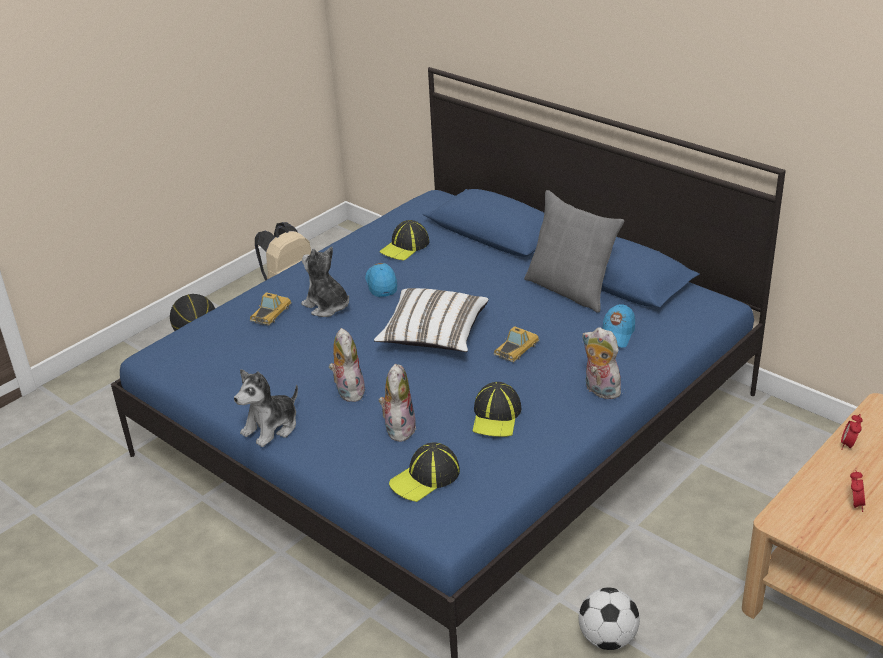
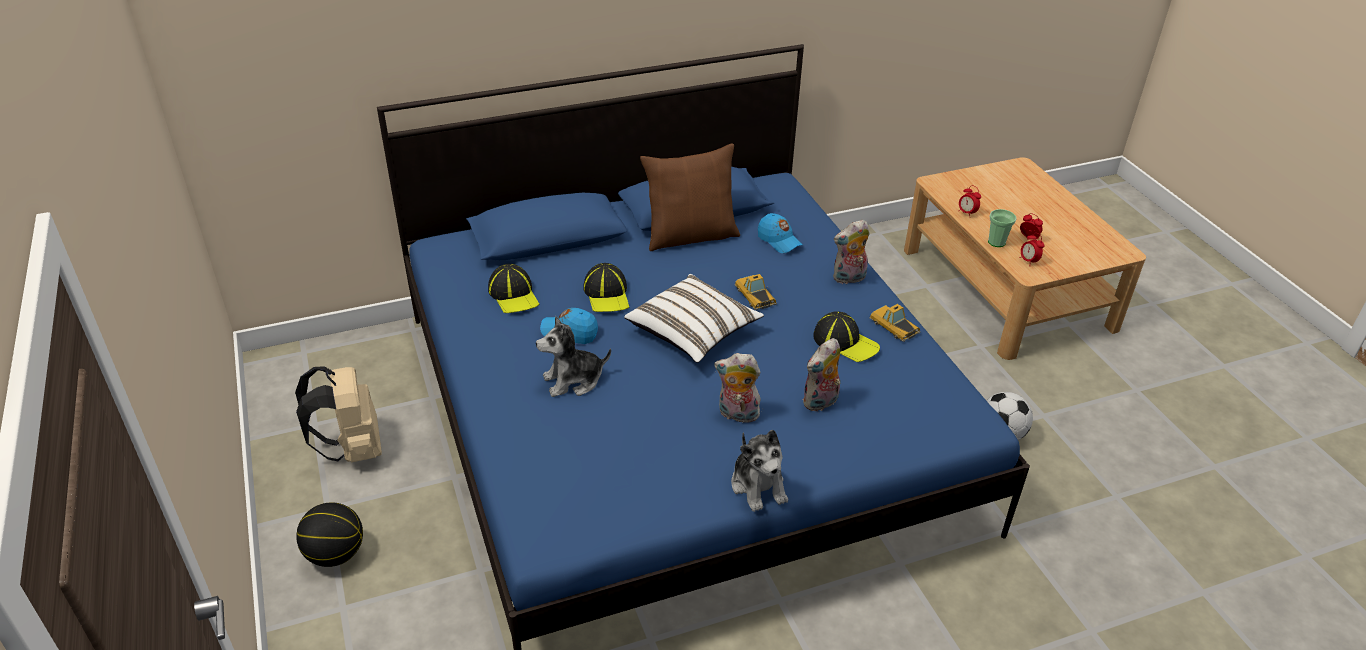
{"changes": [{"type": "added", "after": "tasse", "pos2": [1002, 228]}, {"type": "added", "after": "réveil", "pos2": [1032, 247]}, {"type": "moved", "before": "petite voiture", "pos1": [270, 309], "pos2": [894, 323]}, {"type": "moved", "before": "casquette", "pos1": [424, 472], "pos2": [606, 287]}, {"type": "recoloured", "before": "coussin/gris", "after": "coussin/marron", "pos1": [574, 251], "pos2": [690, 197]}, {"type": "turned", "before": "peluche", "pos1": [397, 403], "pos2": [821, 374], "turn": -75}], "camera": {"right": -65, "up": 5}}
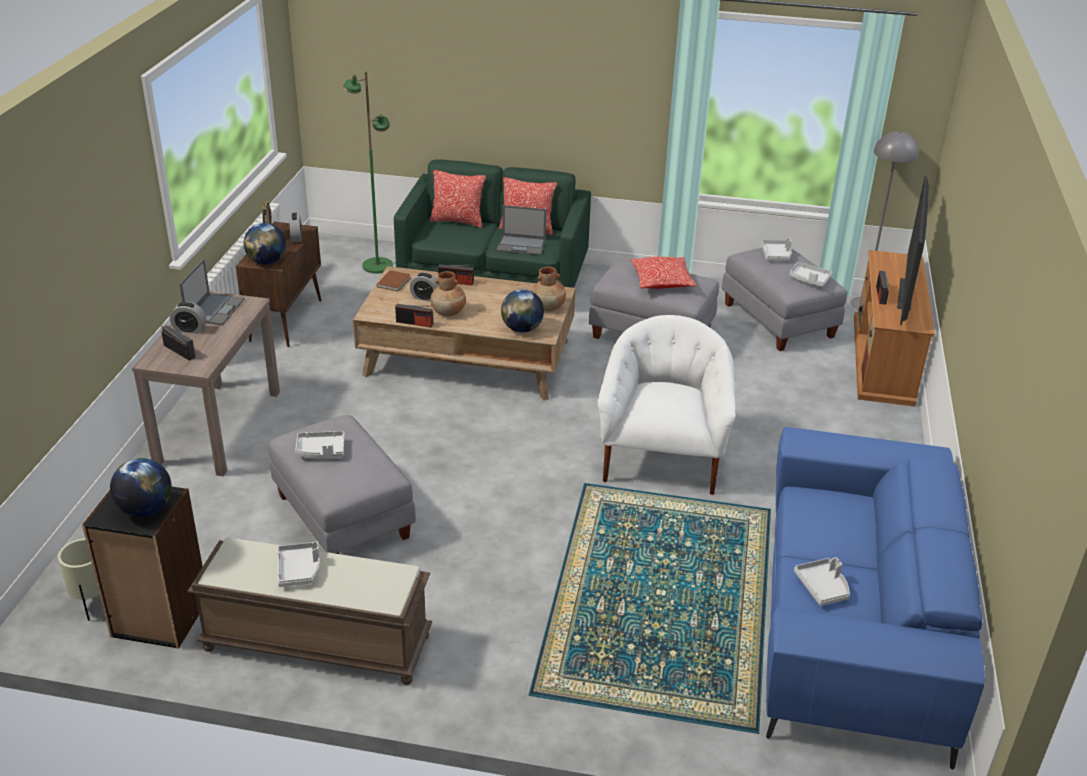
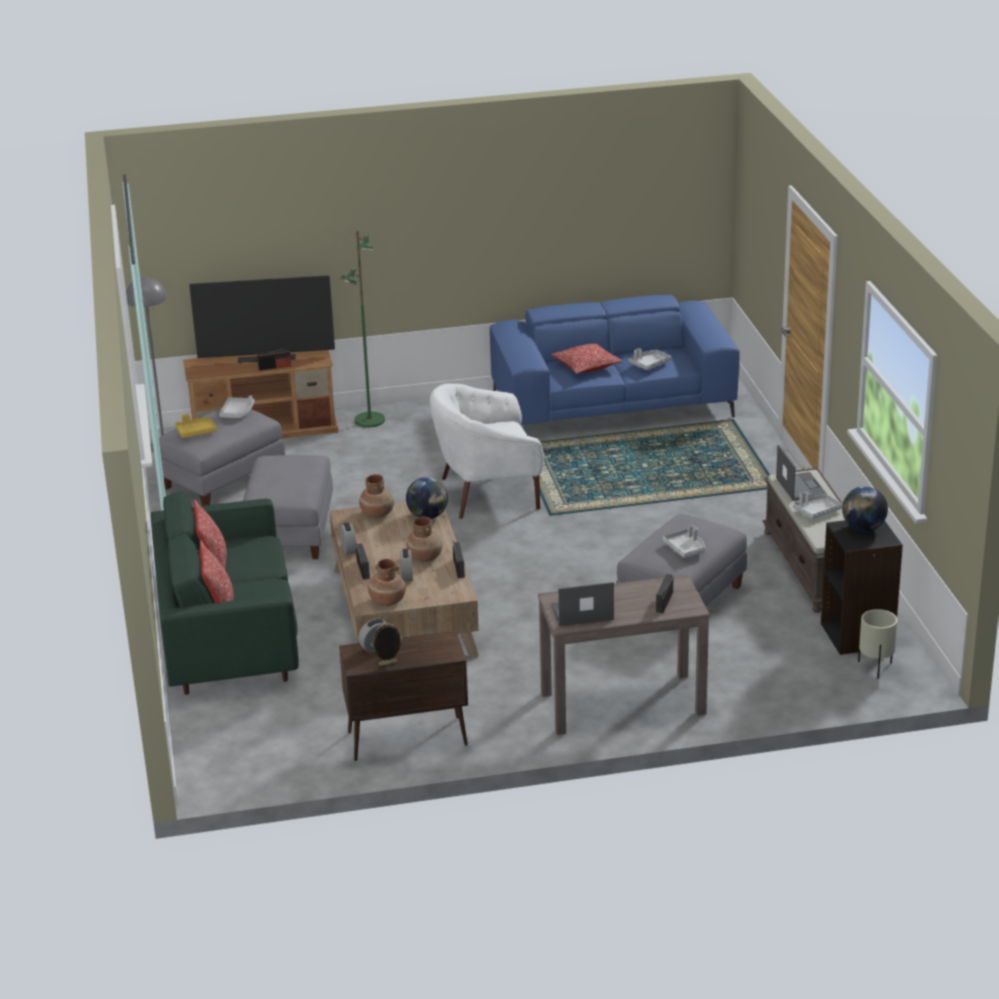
{"changes": [{"type": "removed", "before": "globe", "pos1": [265, 244]}, {"type": "moved", "before": "réveil", "pos1": [188, 318], "pos2": [348, 539]}, {"type": "moved", "before": "lampadaire/vert", "pos1": [368, 172], "pos2": [363, 329]}, {"type": "moved", "before": "ordinateur portable", "pos1": [522, 230], "pos2": [801, 473]}, {"type": "moved", "before": "coussin", "pos1": [663, 273], "pos2": [587, 358]}, {"type": "replaced", "before": "livre/marron", "after": "vase/marron", "pos1": [394, 280], "pos2": [387, 582]}, {"type": "recoloured", "before": "plateau/gris", "after": "plateau/jaune", "pos1": [776, 249], "pos2": [196, 426]}], "camera": {"right": -110, "up": -5}}
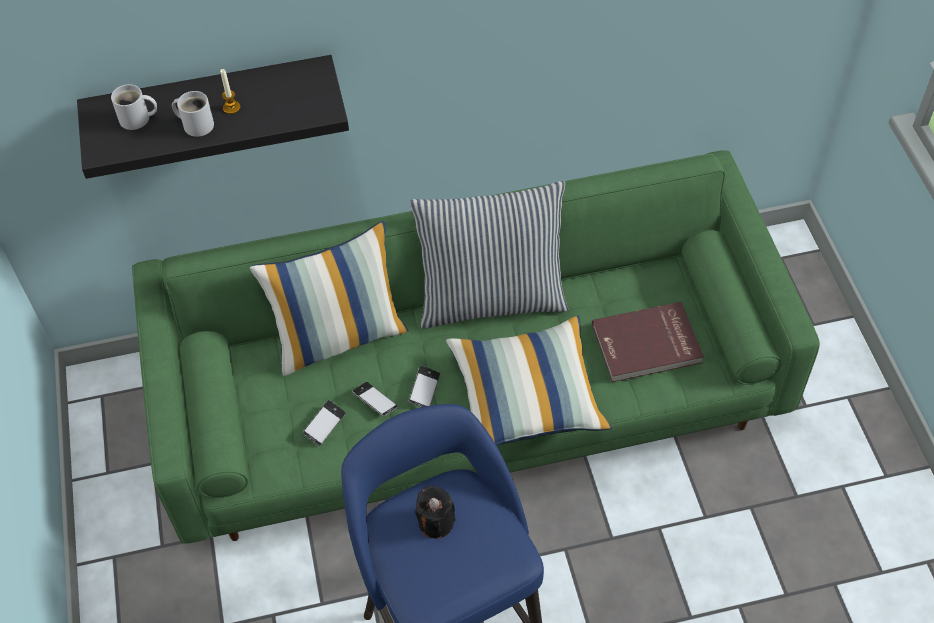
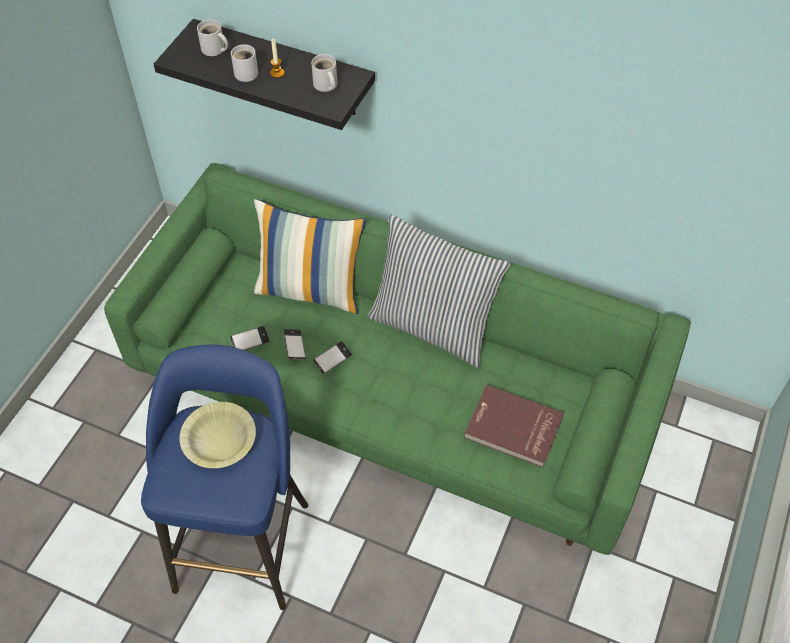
{"changes": [{"type": "removed", "before": "coussin", "pos1": [529, 381]}, {"type": "added", "after": "mug/blanc", "pos2": [324, 73]}, {"type": "replaced", "before": "bougie/noir", "after": "bol/jaune", "pos1": [435, 511], "pos2": [218, 435]}], "camera": {"right": 35, "up": 0}}
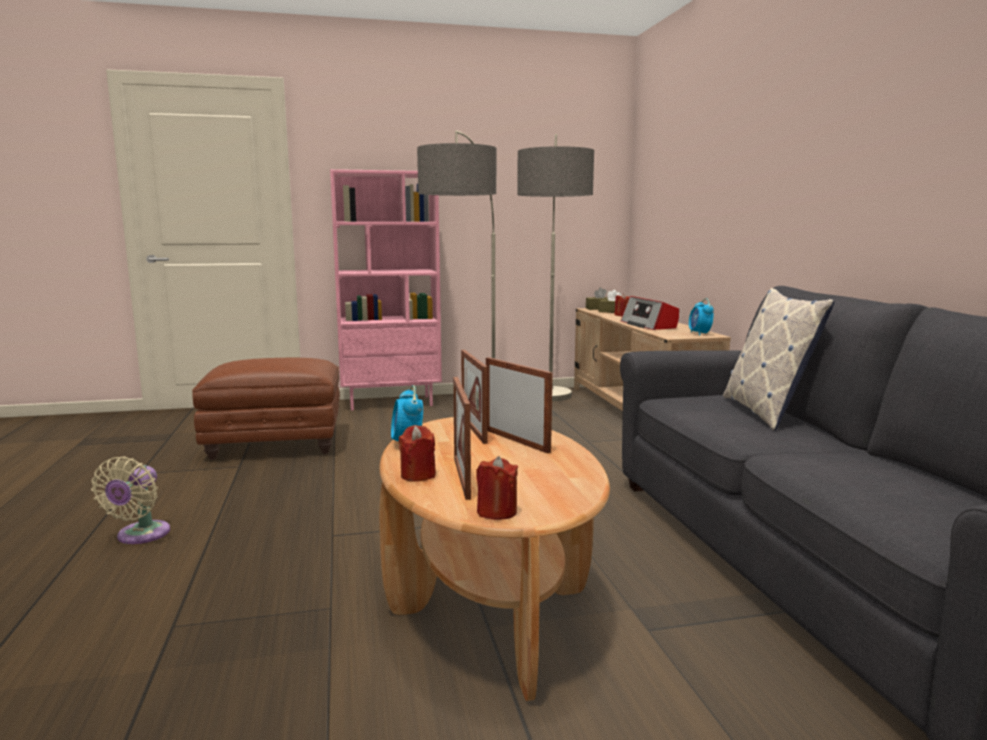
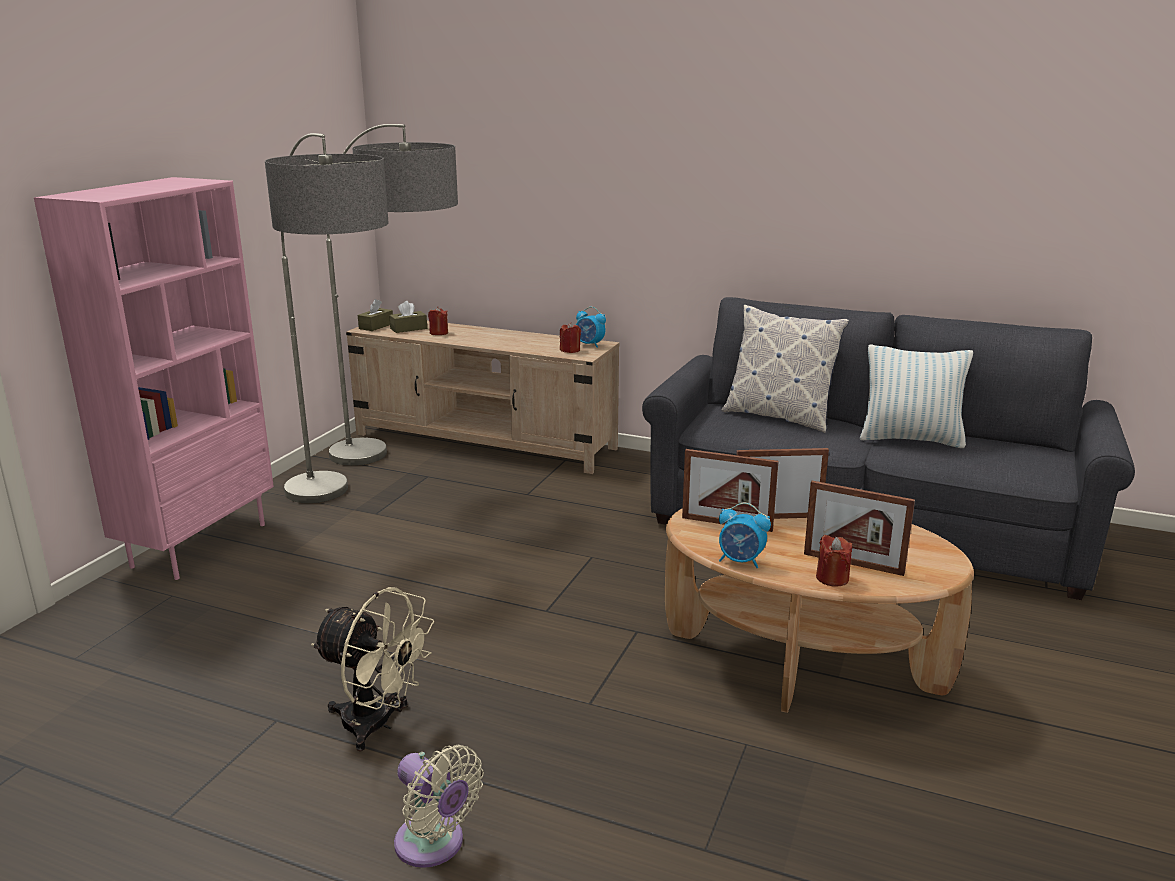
{"changes": [{"type": "removed", "before": "pouf/marron", "pos1": [266, 409]}, {"type": "removed", "before": "radio", "pos1": [650, 313]}, {"type": "added", "after": "ventilateur/beige", "pos2": [372, 669]}, {"type": "added", "after": "coussin", "pos2": [916, 396]}, {"type": "moved", "before": "bougie/rouge", "pos1": [497, 488], "pos2": [570, 337]}], "camera": {"right": -55, "up": 10}}
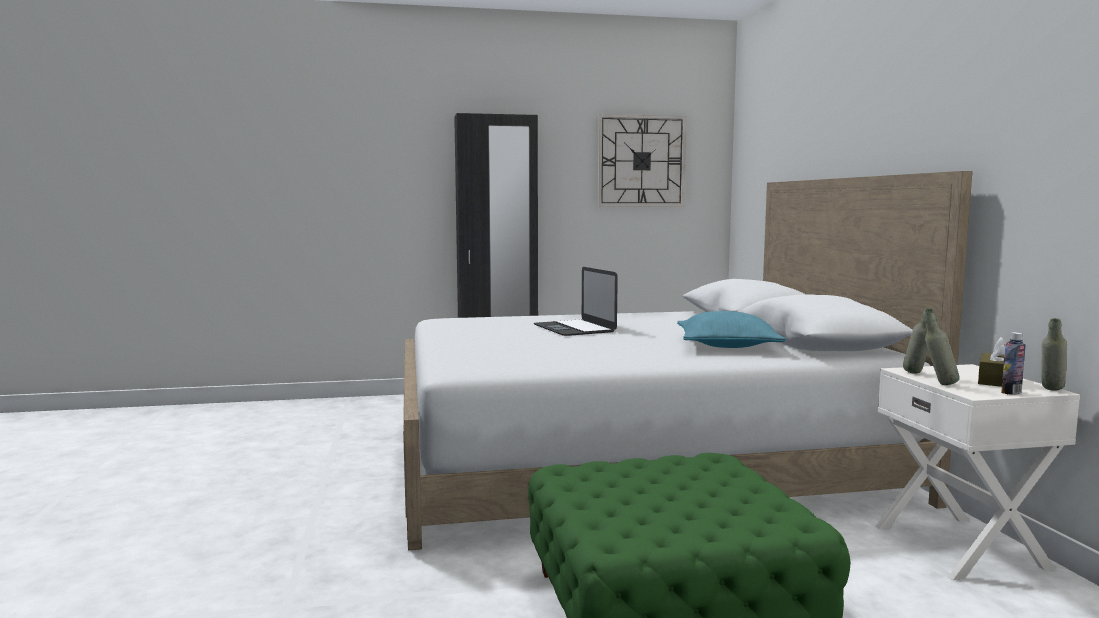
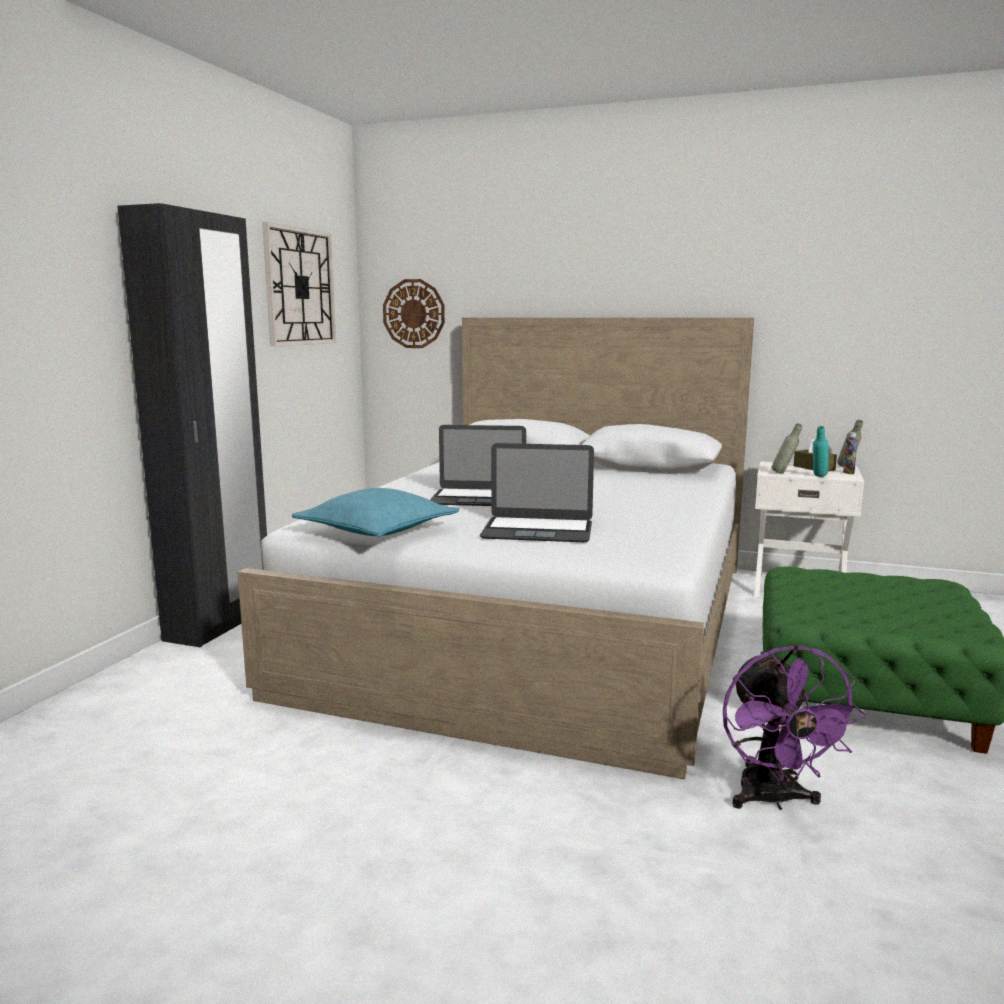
{"changes": [{"type": "added", "after": "horloge murale", "pos2": [414, 313]}, {"type": "added", "after": "ordinateur portable", "pos2": [537, 492]}, {"type": "added", "after": "ventilateur/violet", "pos2": [794, 727]}, {"type": "moved", "before": "coussin/turquoise", "pos1": [731, 329], "pos2": [375, 512]}, {"type": "recoloured", "before": "bouteille/gris", "after": "bouteille/turquoise", "pos1": [942, 349], "pos2": [821, 451]}], "camera": {"right": -60, "up": 5}}
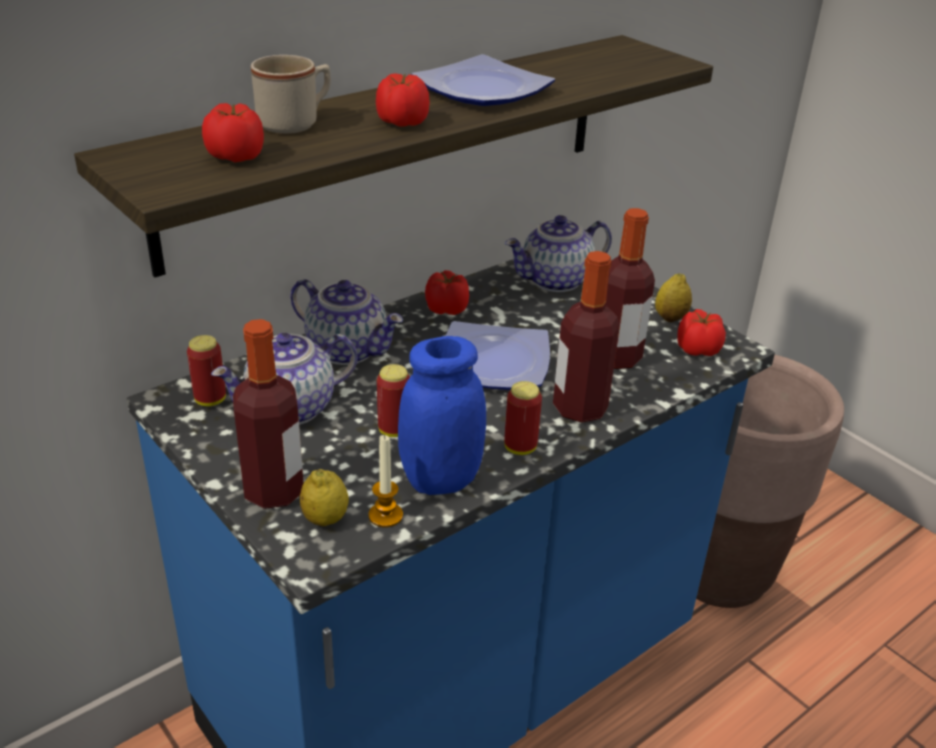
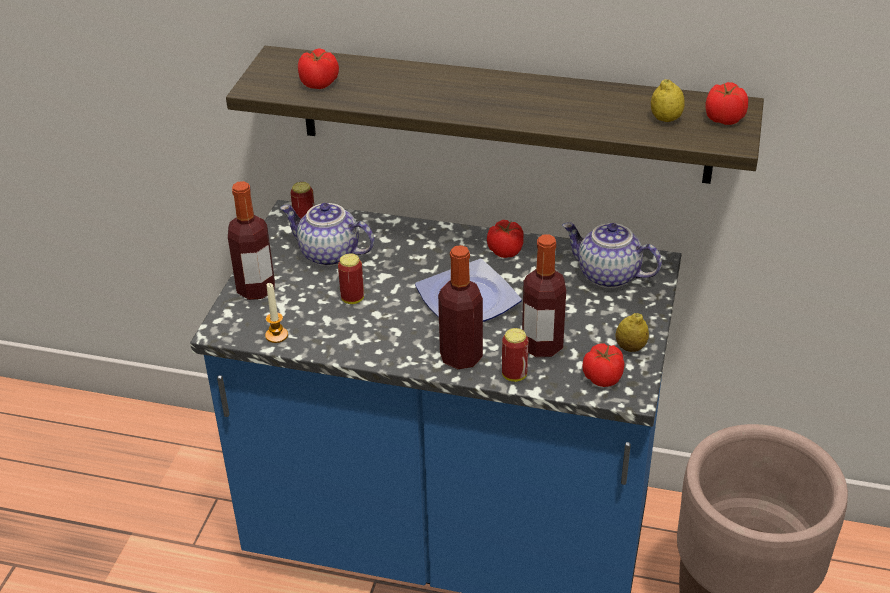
{"changes": [{"type": "removed", "before": "mug/beige", "pos1": [291, 94]}, {"type": "removed", "before": "théière", "pos1": [346, 322]}, {"type": "removed", "before": "bocal/bleu", "pos1": [442, 415]}, {"type": "removed", "before": "assiette", "pos1": [483, 80]}, {"type": "moved", "before": "citron", "pos1": [324, 497], "pos2": [668, 100]}, {"type": "moved", "before": "tomate", "pos1": [403, 100], "pos2": [726, 103]}, {"type": "moved", "before": "boîte métallique", "pos1": [523, 418], "pos2": [515, 355]}], "camera": {"right": 55, "up": 5}}
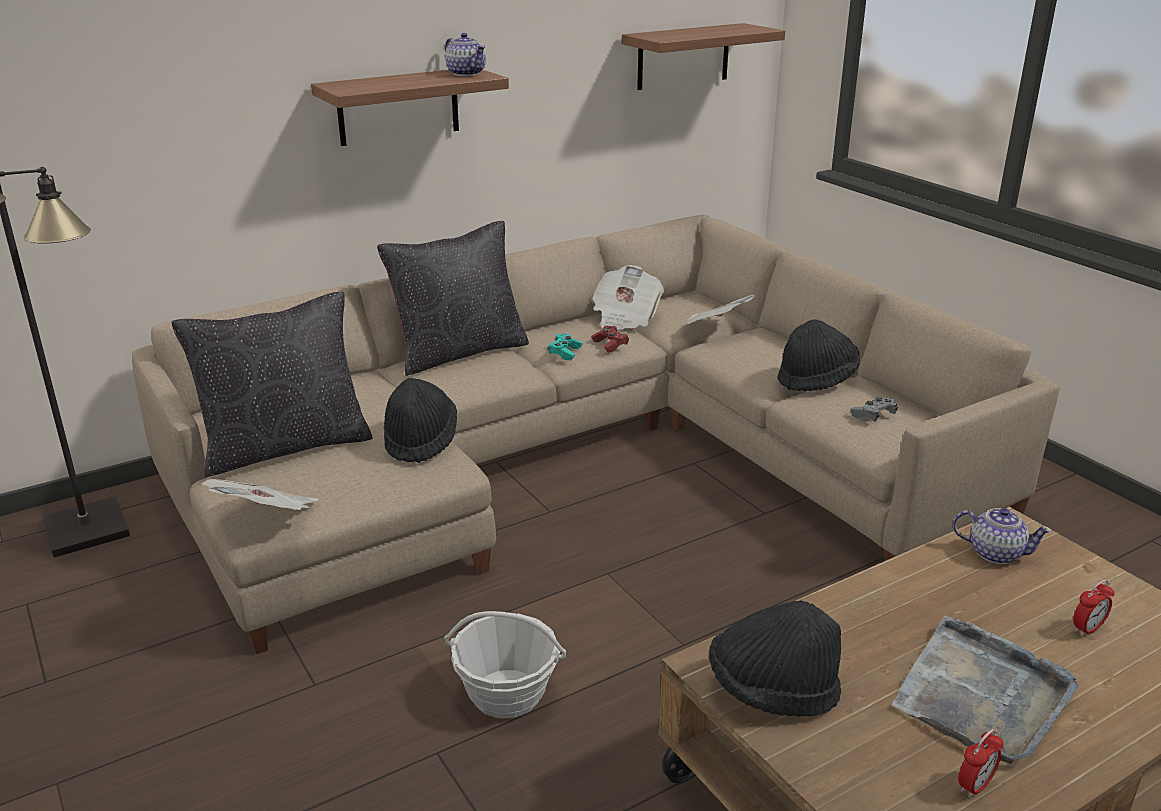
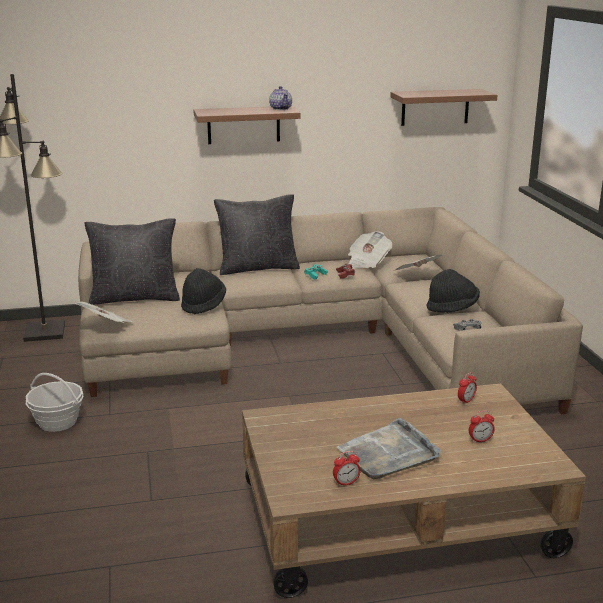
{"changes": [{"type": "removed", "before": "chapeau/noir", "pos1": [775, 658]}, {"type": "moved", "before": "panier", "pos1": [505, 665], "pos2": [54, 402]}, {"type": "replaced", "before": "théière", "after": "réveil", "pos1": [1002, 536], "pos2": [467, 388]}], "camera": {"right": 20, "up": -5}}
